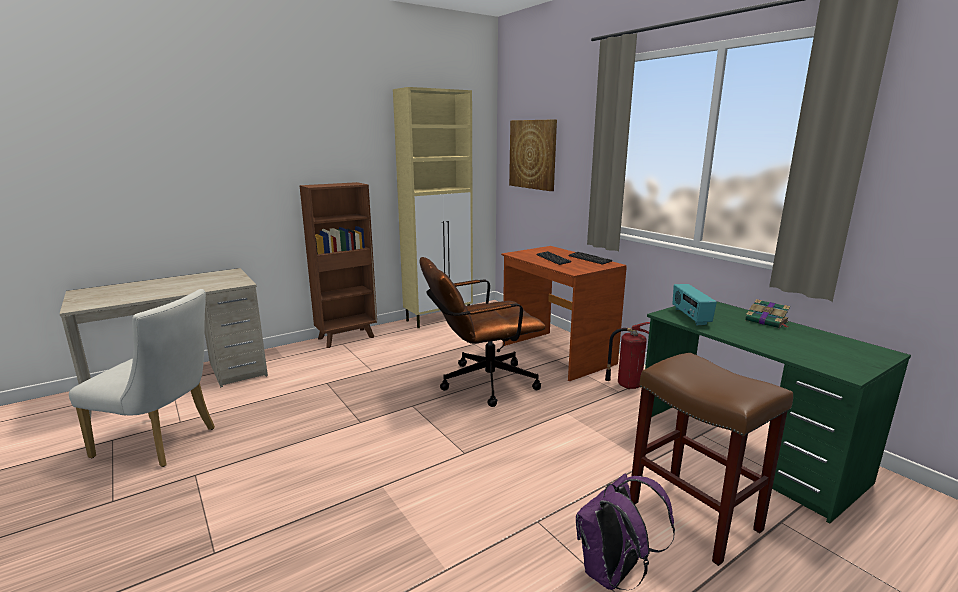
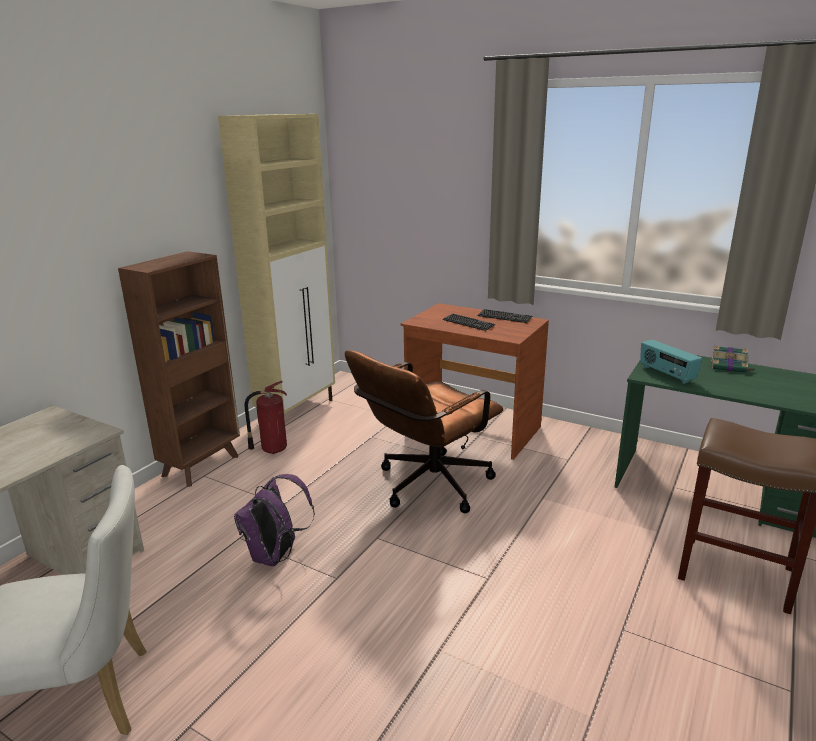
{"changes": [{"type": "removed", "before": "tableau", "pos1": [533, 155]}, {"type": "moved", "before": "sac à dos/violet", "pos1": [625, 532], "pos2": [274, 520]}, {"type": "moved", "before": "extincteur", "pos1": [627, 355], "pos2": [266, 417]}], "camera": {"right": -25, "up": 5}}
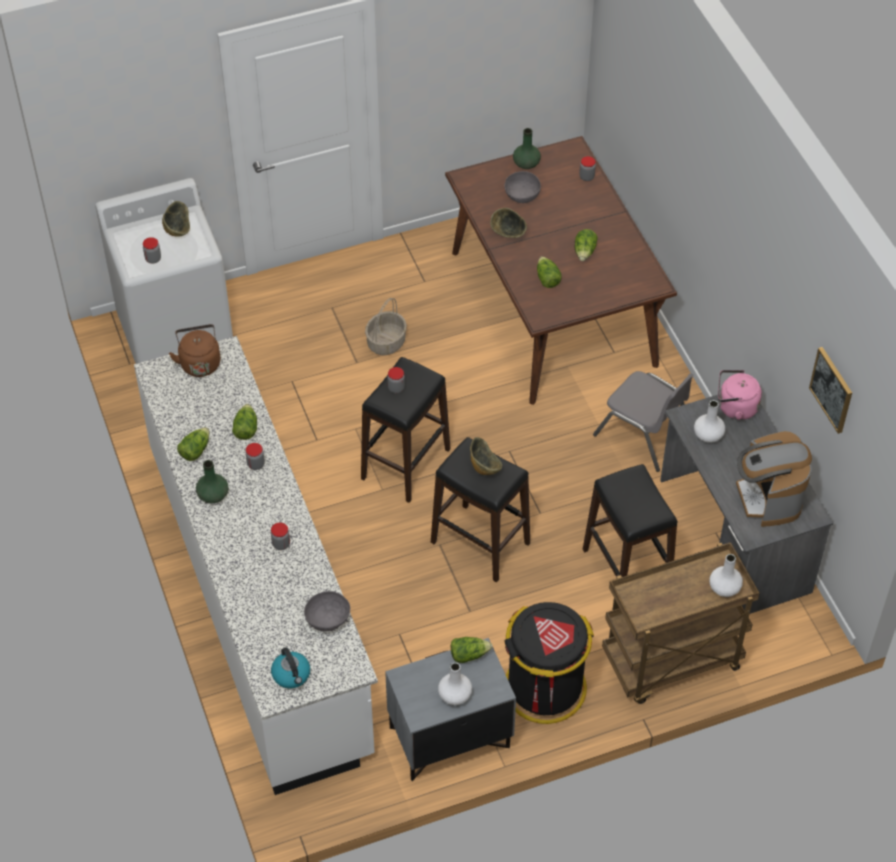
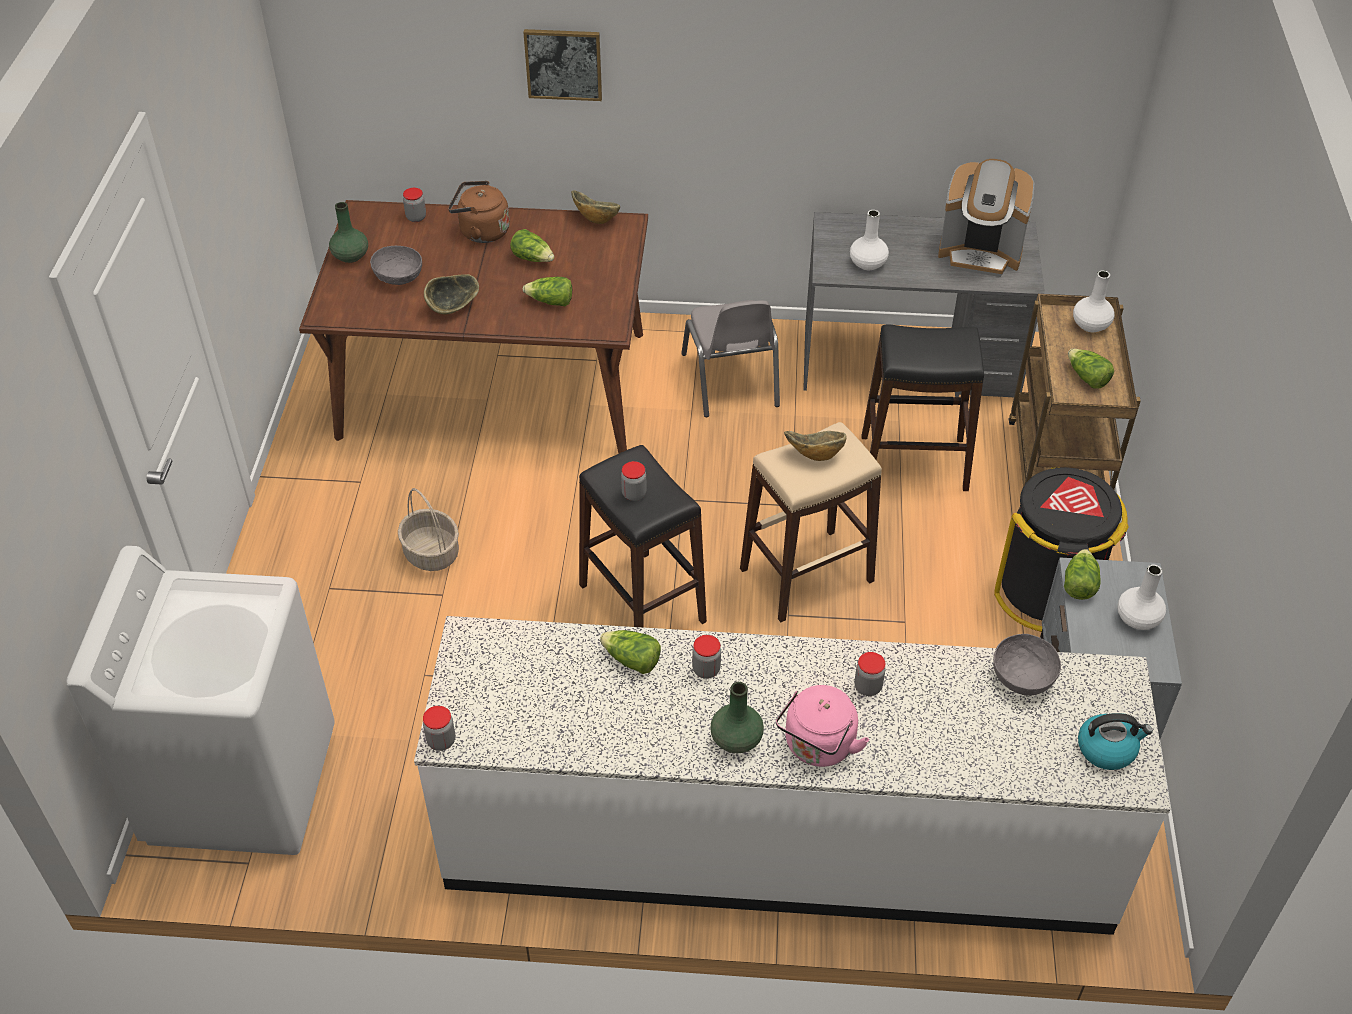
{"changes": [{"type": "moved", "before": "bocal", "pos1": [152, 250], "pos2": [439, 728]}, {"type": "moved", "before": "bol", "pos1": [176, 219], "pos2": [595, 207]}, {"type": "moved", "before": "bouilloire/marron", "pos1": [194, 350], "pos2": [479, 212]}, {"type": "moved", "before": "laitue", "pos1": [193, 444], "pos2": [1091, 369]}, {"type": "moved", "before": "bouilloire/rose", "pos1": [740, 395], "pos2": [822, 726]}, {"type": "moved", "before": "tableau", "pos1": [830, 390], "pos2": [562, 65]}, {"type": "recoloured", "before": "tabouret/noir", "after": "tabouret/beige", "pos1": [480, 510], "pos2": [811, 522]}, {"type": "turned", "before": "chaise/gris", "pos1": [643, 421], "pos2": [730, 358], "turn": 105}], "camera": {"right": -65, "up": -5}}
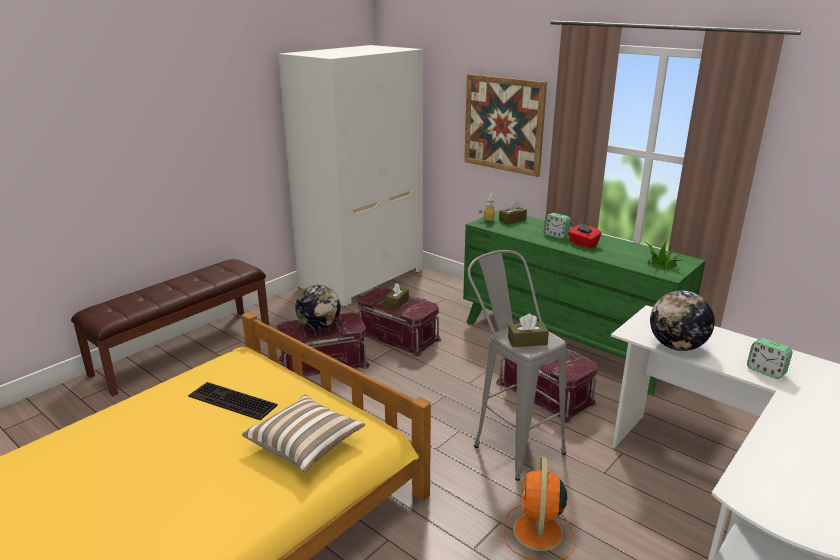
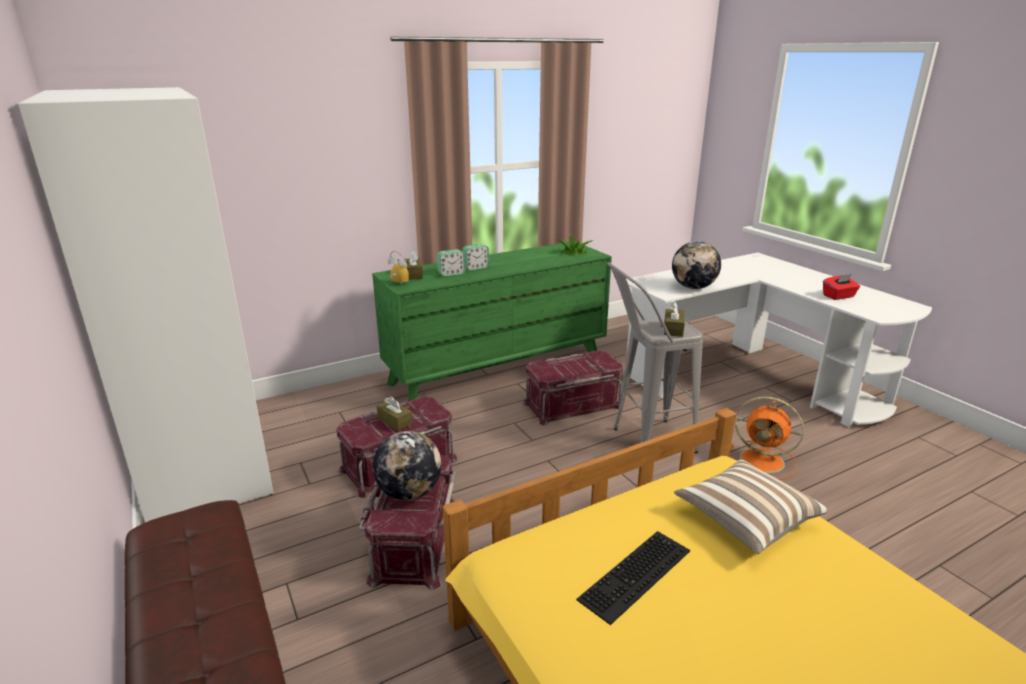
{"changes": [{"type": "removed", "before": "tableau", "pos1": [505, 125]}, {"type": "moved", "before": "boîte à mouchoirs/rouge", "pos1": [585, 235], "pos2": [841, 287]}, {"type": "moved", "before": "réveil", "pos1": [770, 358], "pos2": [451, 262]}], "camera": {"right": -70, "up": 0}}
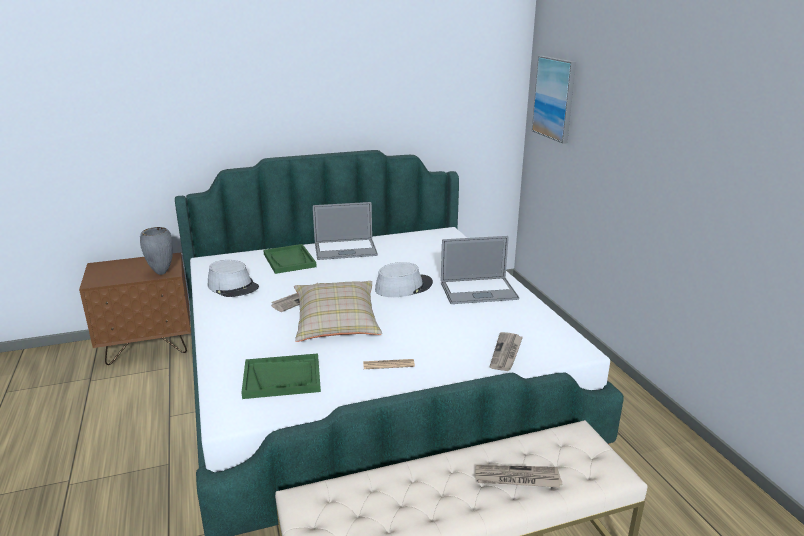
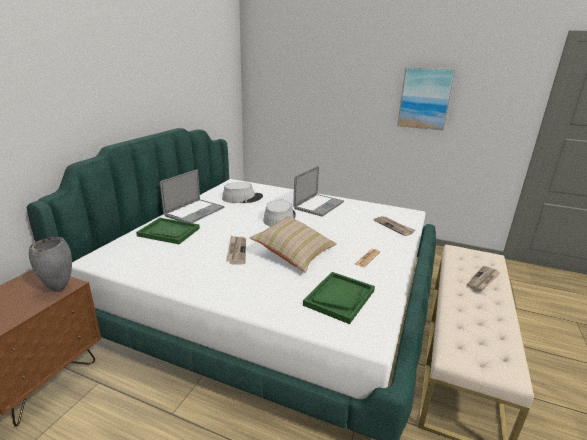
{"changes": [{"type": "moved", "before": "chapeau/gris", "pos1": [233, 278], "pos2": [242, 192]}, {"type": "moved", "before": "tableau", "pos1": [554, 100], "pos2": [426, 99]}], "camera": {"right": -50, "up": 0}}
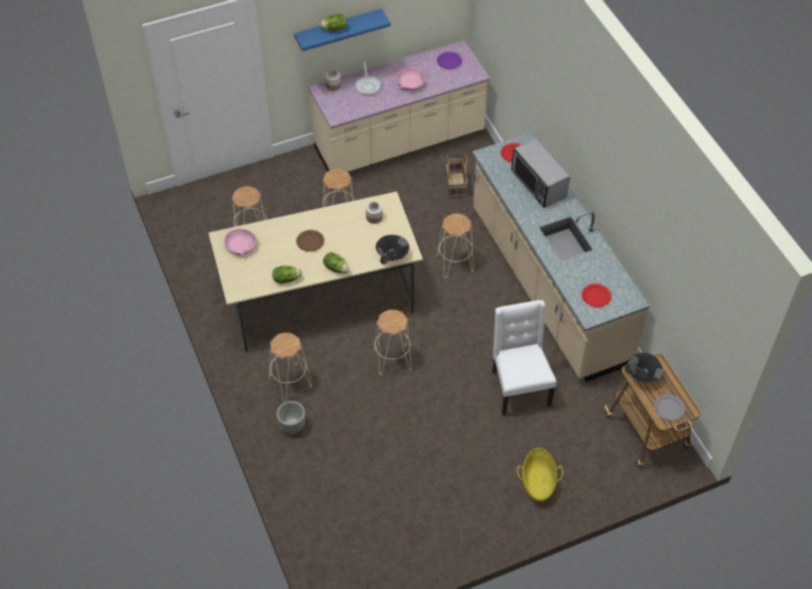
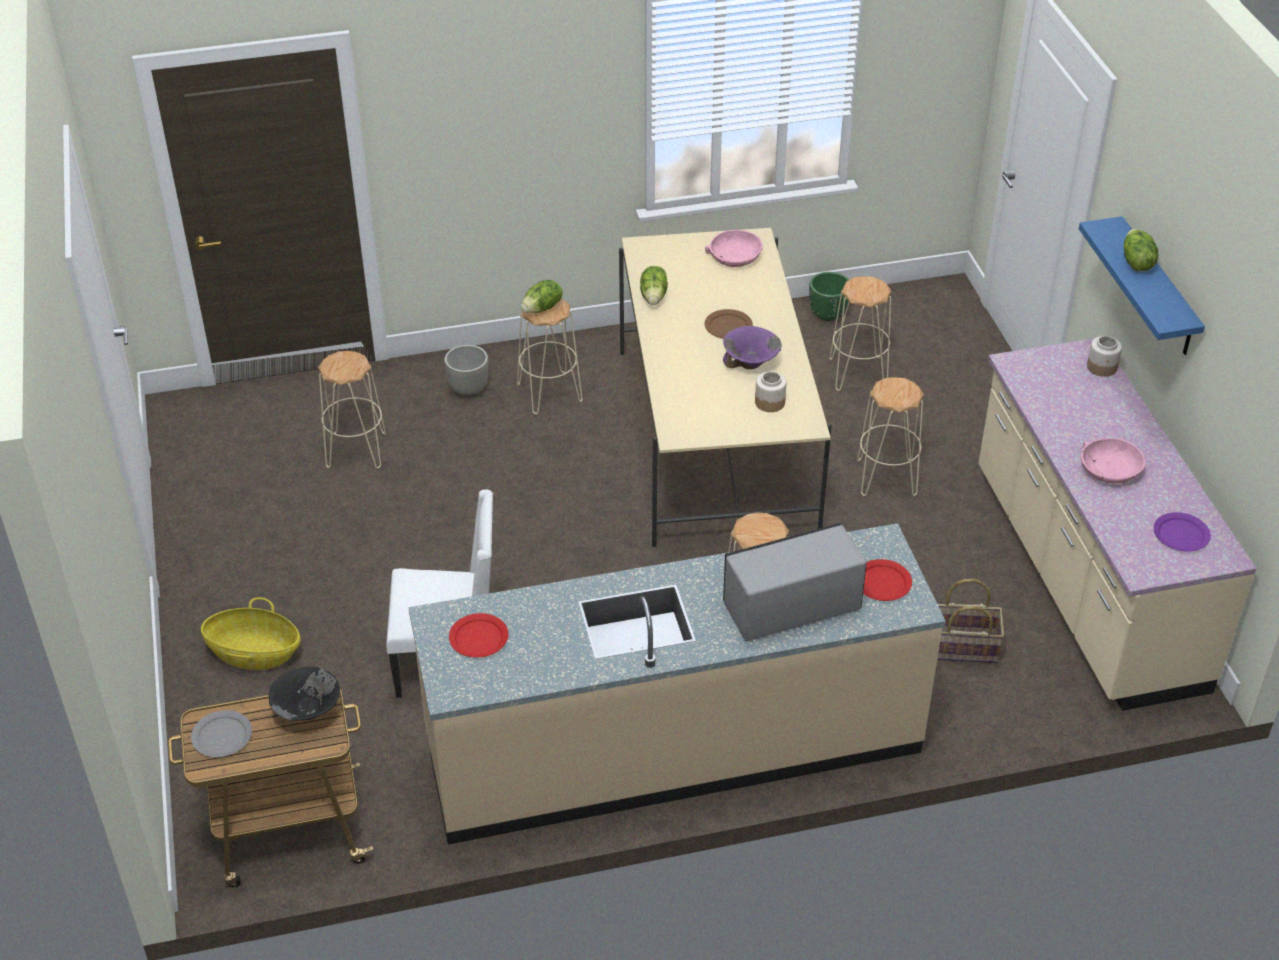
{"changes": [{"type": "removed", "before": "poêle", "pos1": [368, 78]}, {"type": "removed", "before": "bol/noir", "pos1": [392, 249]}, {"type": "added", "after": "bol/violet", "pos2": [752, 347]}, {"type": "added", "after": "cache-pot/vert", "pos2": [829, 296]}, {"type": "moved", "before": "laitue", "pos1": [336, 262], "pos2": [542, 297]}, {"type": "moved", "before": "tabouret/beige", "pos1": [393, 342], "pos2": [352, 409]}], "camera": {"right": 100, "up": -10}}
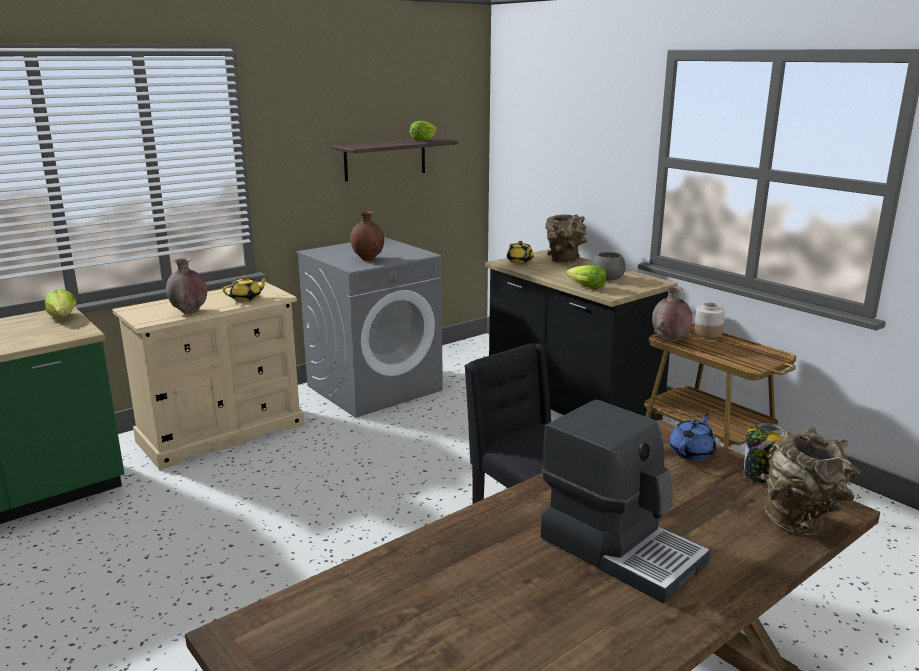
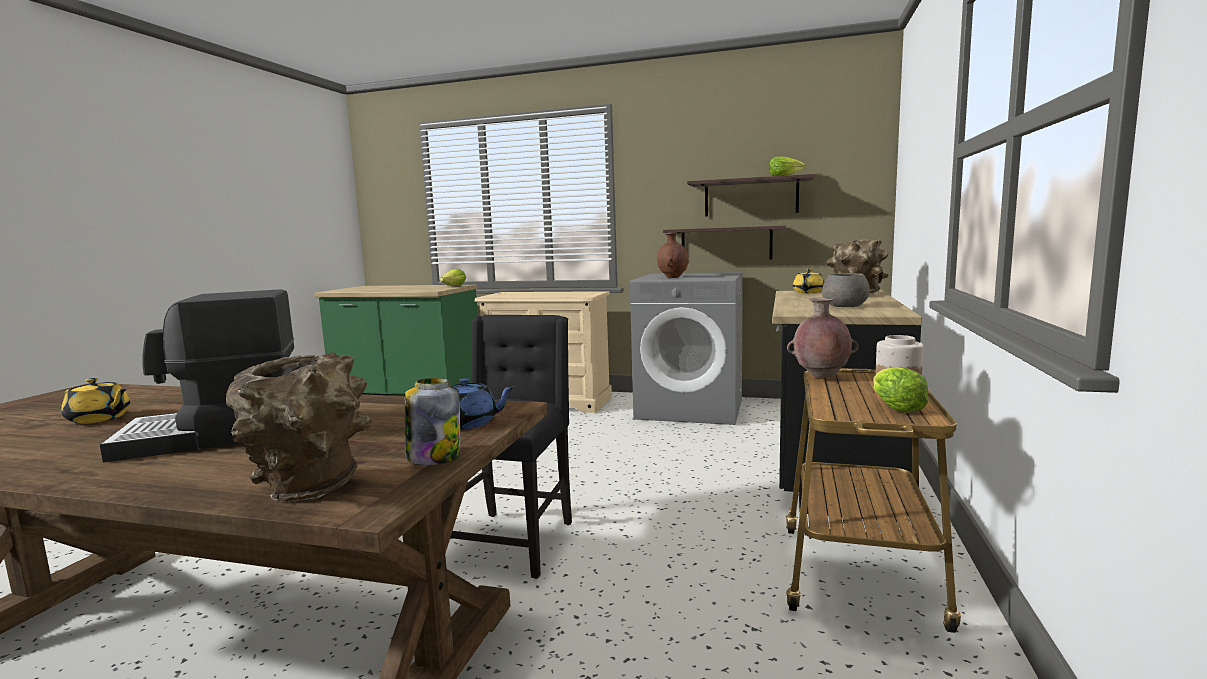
{"changes": [{"type": "removed", "before": "vase/marron", "pos1": [186, 286]}, {"type": "added", "after": "étagère", "pos2": [724, 242]}, {"type": "moved", "before": "théière/jaune", "pos1": [245, 289], "pos2": [96, 401]}, {"type": "moved", "before": "laitue", "pos1": [586, 277], "pos2": [901, 390]}, {"type": "turned", "before": "machine à café", "pos1": [626, 501], "pos2": [197, 375], "turn": 60}], "camera": {"right": 55, "up": -10}}
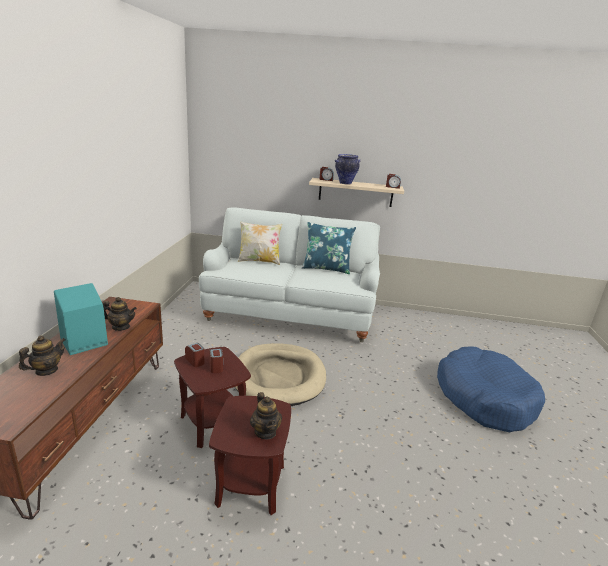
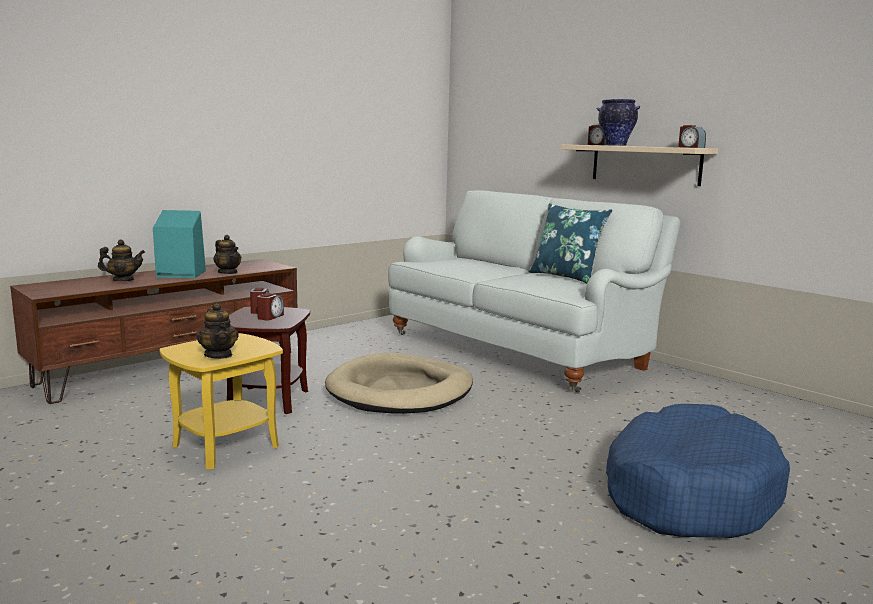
{"changes": [{"type": "removed", "before": "coussin", "pos1": [260, 243]}, {"type": "recoloured", "before": "table d'appoint/marron", "after": "table d'appoint/jaune", "pos1": [250, 455], "pos2": [221, 401]}, {"type": "turned", "before": "théière", "pos1": [266, 416], "pos2": [218, 331], "turn": -45}], "camera": {"right": 40, "up": -10}}
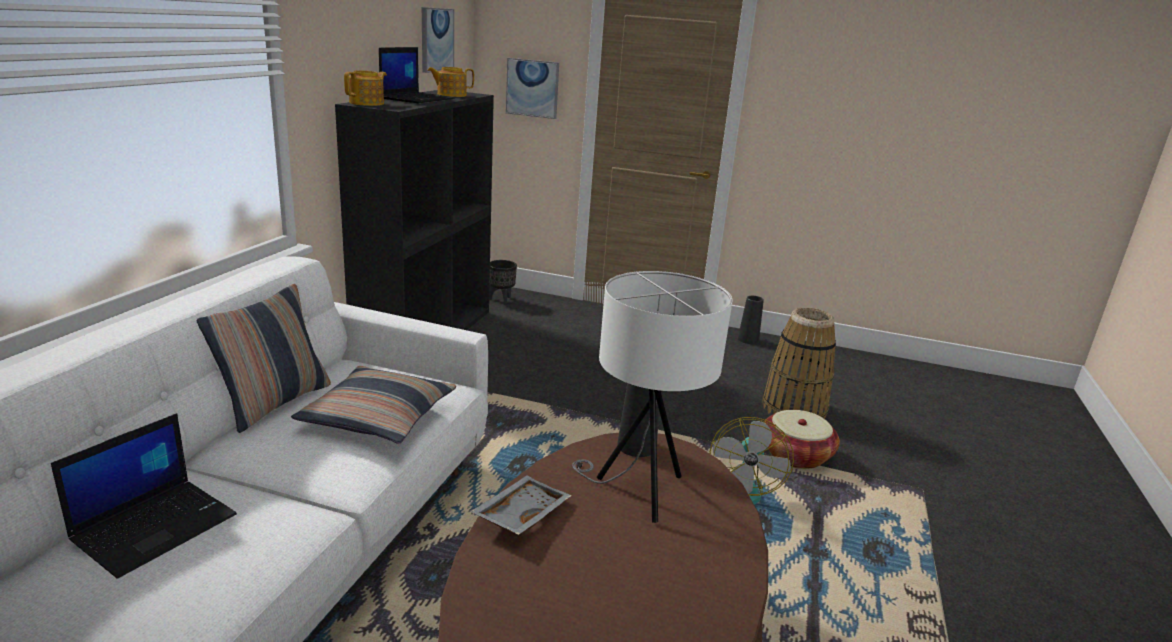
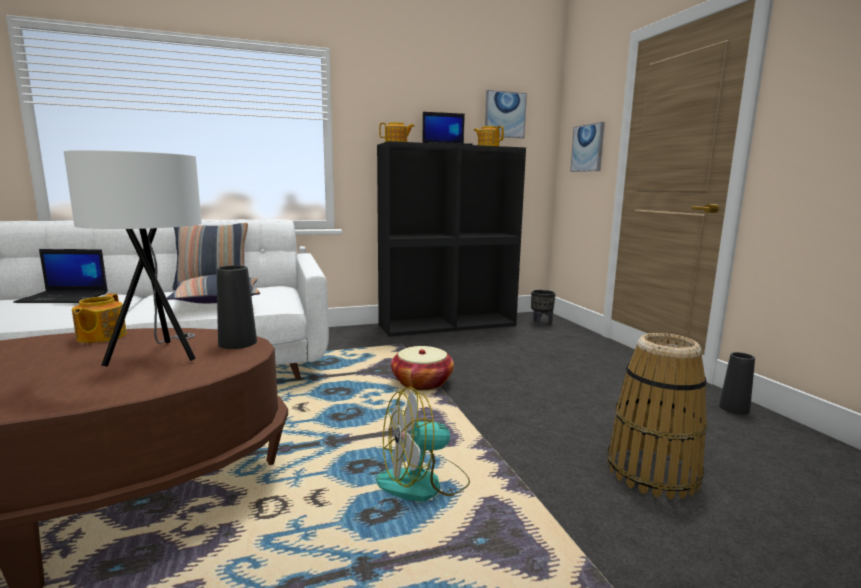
{"changes": [{"type": "moved", "before": "panier", "pos1": [802, 439], "pos2": [422, 368]}, {"type": "replaced", "before": "plateau/gris", "after": "théière", "pos1": [520, 505], "pos2": [99, 318]}], "camera": {"right": 55, "up": -10}}
